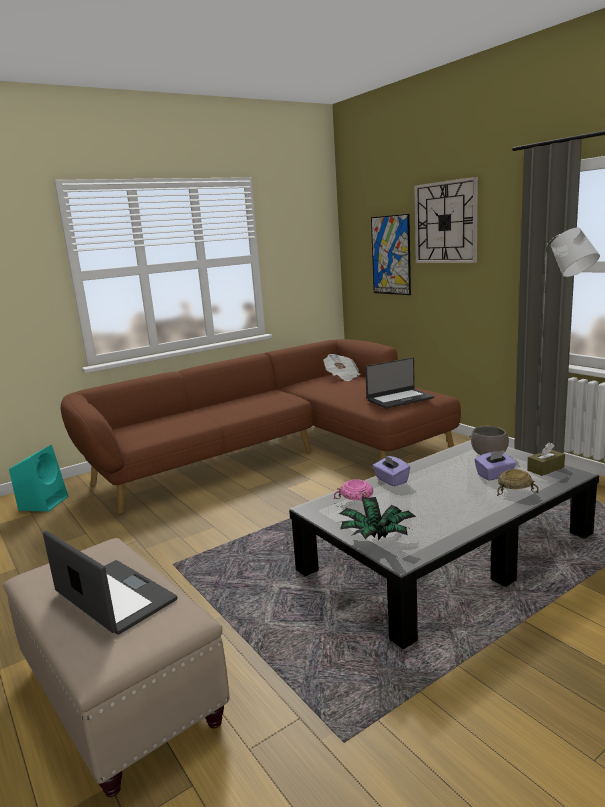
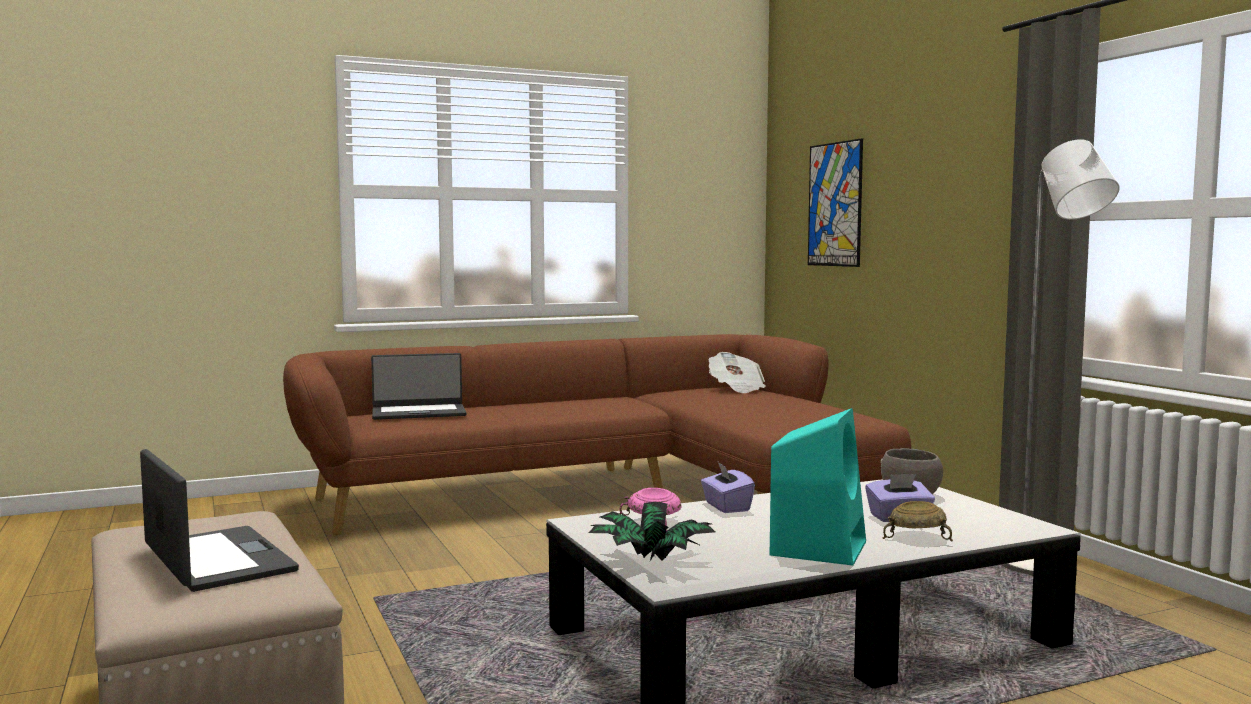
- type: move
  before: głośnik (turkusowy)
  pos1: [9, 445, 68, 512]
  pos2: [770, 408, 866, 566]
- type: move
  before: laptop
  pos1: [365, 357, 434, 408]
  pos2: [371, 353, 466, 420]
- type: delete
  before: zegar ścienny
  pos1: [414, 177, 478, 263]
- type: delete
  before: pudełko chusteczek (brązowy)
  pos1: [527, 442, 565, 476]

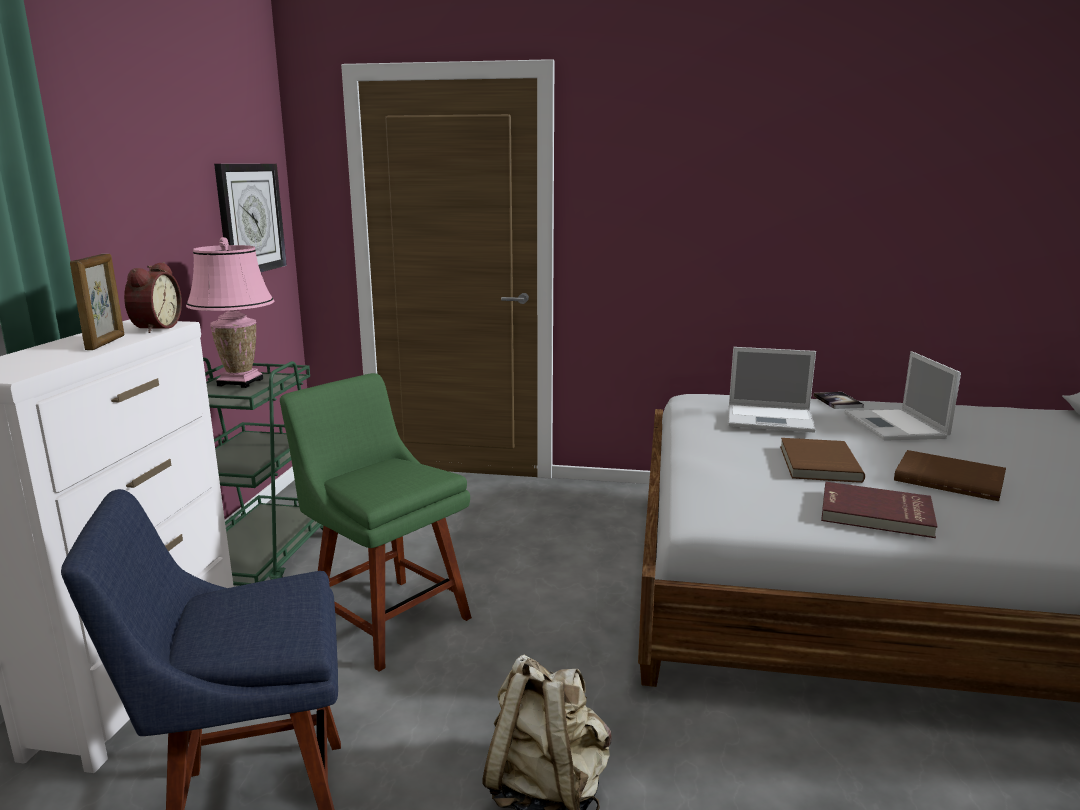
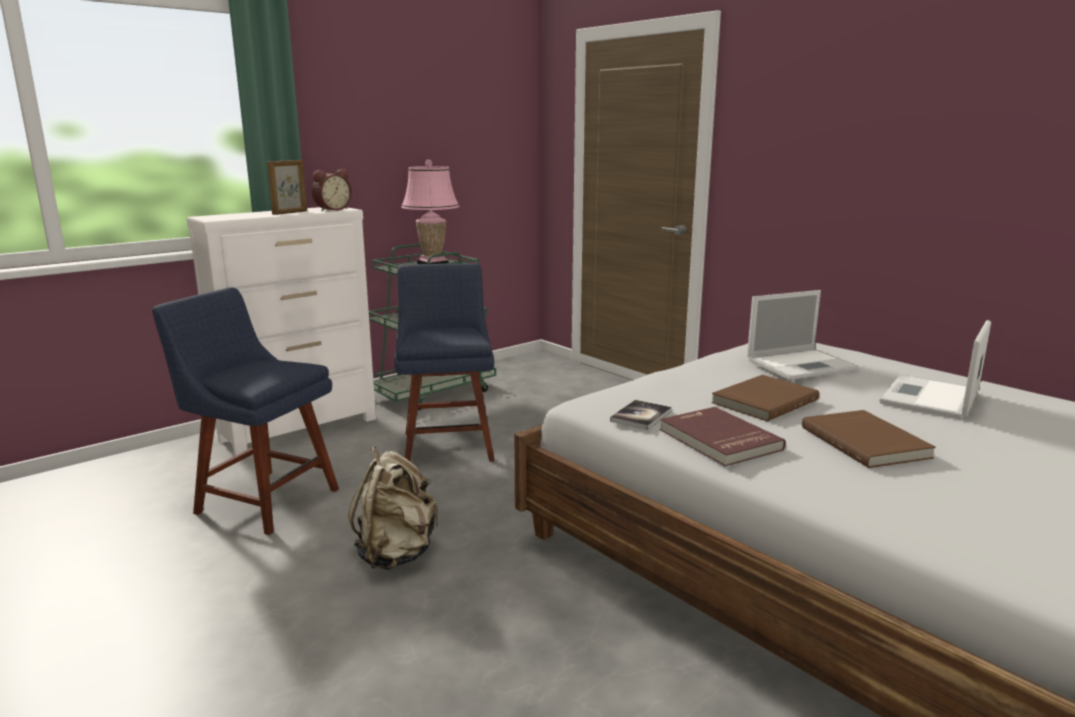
- type: delete
  before: zegar ścienny
  pos1: [214, 164, 287, 272]
- type: recolor
  before: krzesło (zielony)
  after: krzesło (niebieski)
  pos1: [280, 373, 472, 672]
  pos2: [394, 263, 495, 462]
- type: rotate
  before: laptop
  pos1: [728, 347, 816, 433]
  pos2: [747, 290, 859, 380]
  turn: -75
- type: move
  before: książka
  pos1: [813, 392, 864, 409]
  pos2: [610, 400, 672, 430]

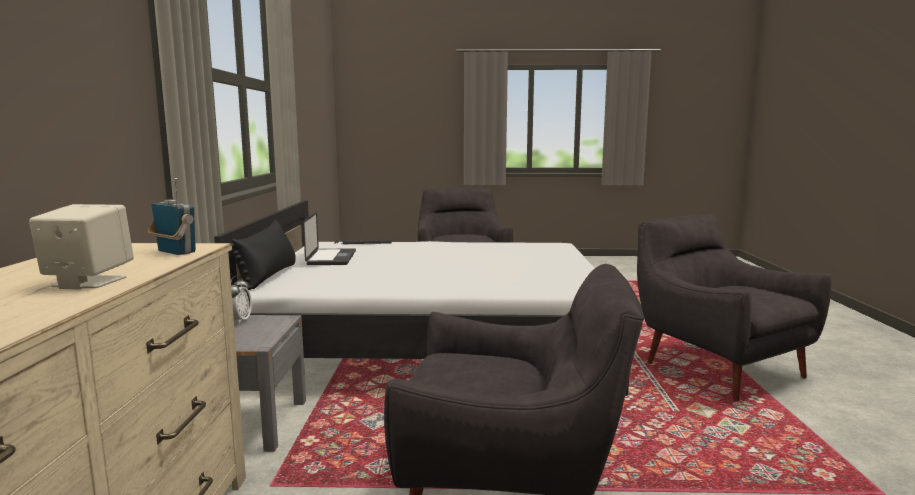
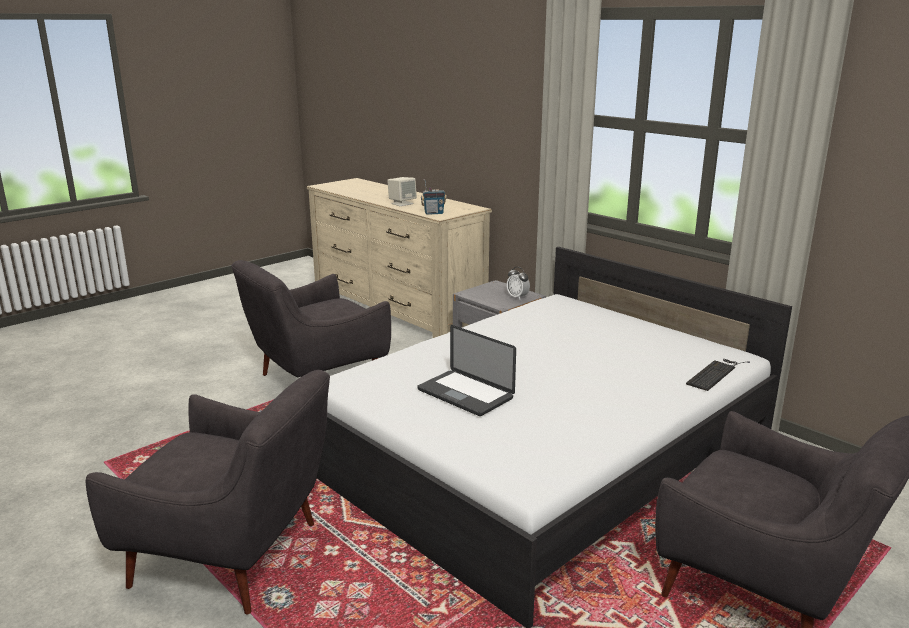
- type: delete
  before: poduszka (czarny)
  pos1: [230, 220, 296, 290]
- type: move
  before: laptop
  pos1: [303, 212, 356, 265]
  pos2: [417, 325, 516, 416]

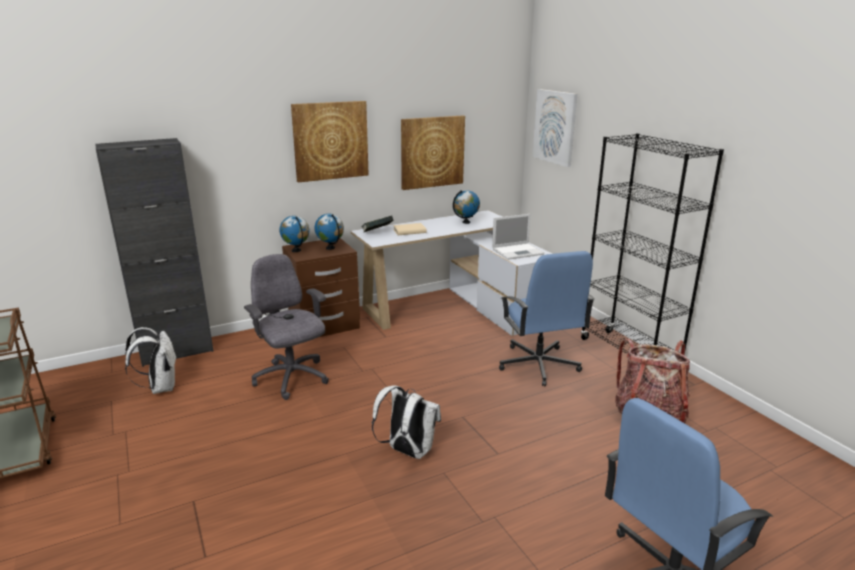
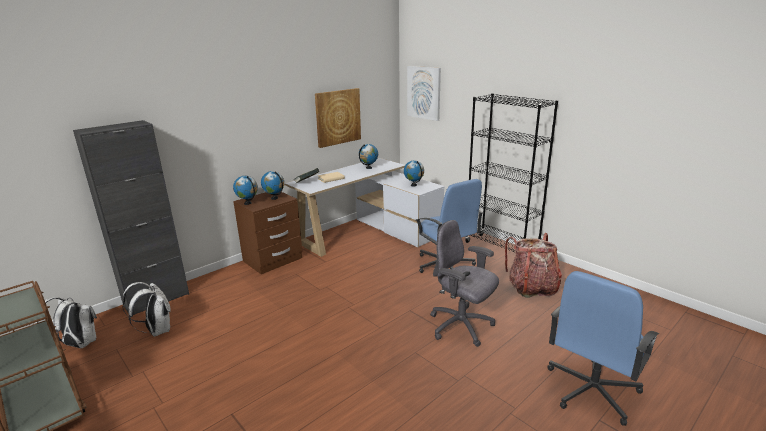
- type: move
  before: krzesło biurowe (szary)
  pos1: [244, 254, 329, 400]
  pos2: [430, 220, 499, 347]
- type: delete
  before: obraz
  pos1: [291, 101, 369, 182]
- type: move
  before: plecak (biały)
  pos1: [372, 385, 441, 459]
  pos2: [36, 297, 97, 348]
- type: replace
  before: laptop
  after: globus
  pos1: [492, 214, 545, 260]
  pos2: [404, 161, 424, 187]

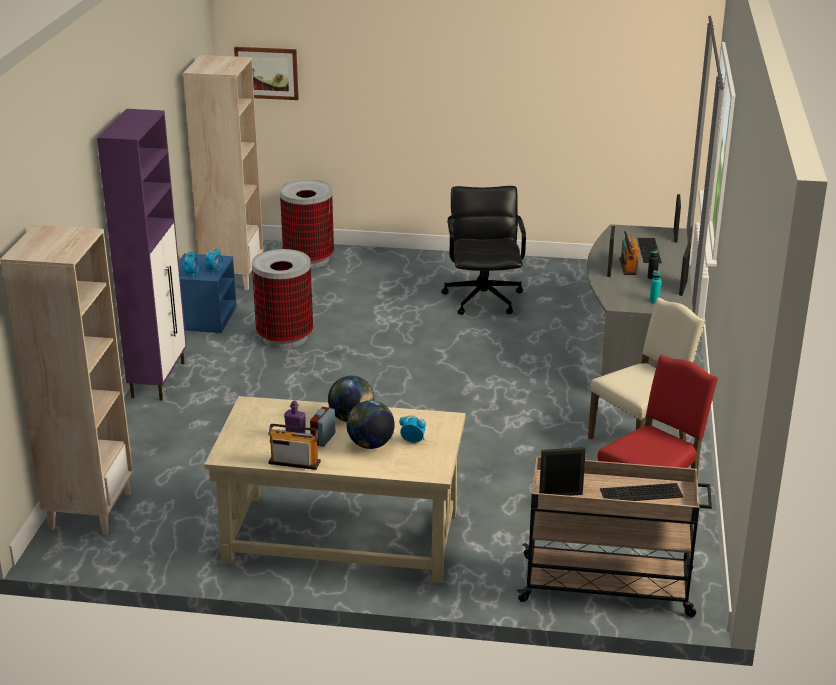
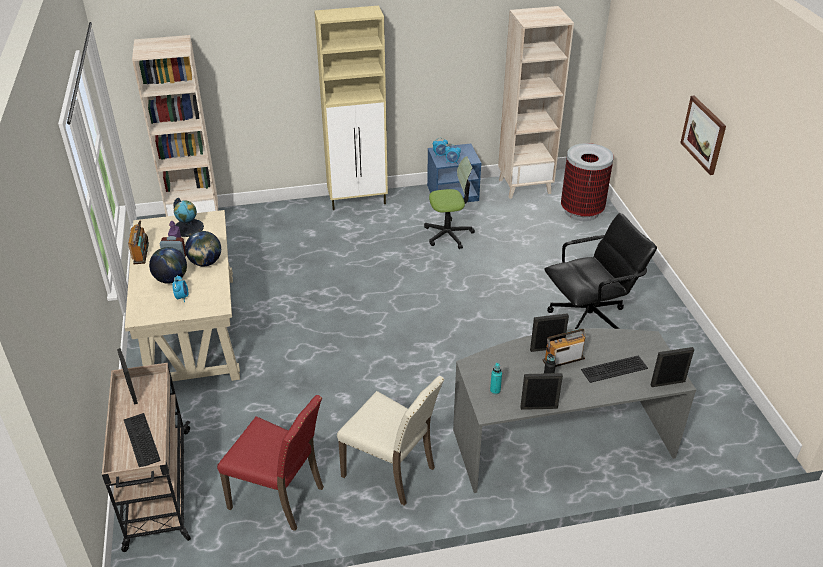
- type: recolor
  before: szafka (fioletowy)
  after: szafka (beżowy)
  pos1: [97, 109, 187, 400]
  pos2: [314, 6, 388, 210]
- type: move
  before: obraz
  pos1: [234, 47, 299, 100]
  pos2: [680, 96, 726, 175]
- type: replace
  before: kosz na śmieci
  after: krzesło biurowe
  pos1: [252, 249, 313, 349]
  pos2: [424, 156, 475, 249]
- type: insert
  after: globus
  pos2: [173, 198, 204, 237]

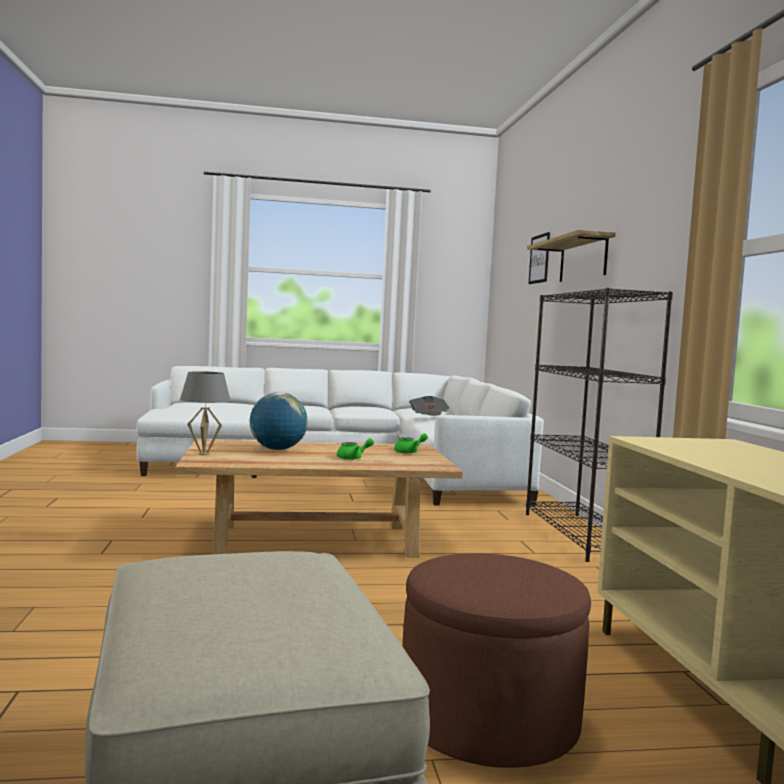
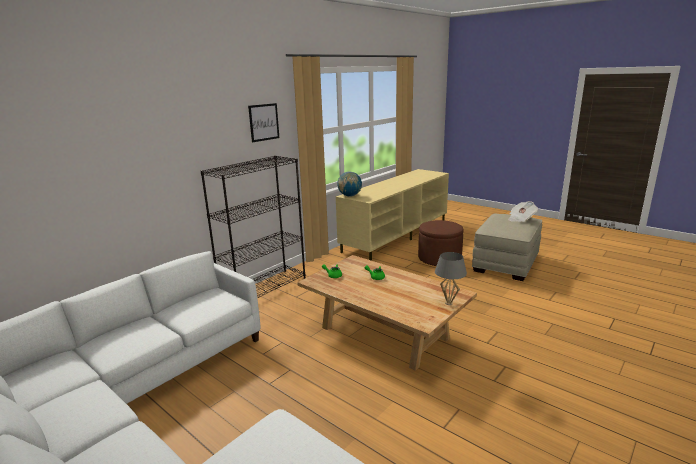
- type: move
  before: globus
  pos1: [250, 392, 308, 450]
  pos2: [337, 172, 362, 197]
- type: move
  before: gazeta
  pos1: [409, 396, 449, 416]
  pos2: [508, 201, 538, 222]
- type: delete
  before: półka
  pos1: [527, 230, 616, 282]
- type: move
  before: obraz
  pos1: [529, 232, 550, 284]
  pos2: [248, 103, 279, 142]

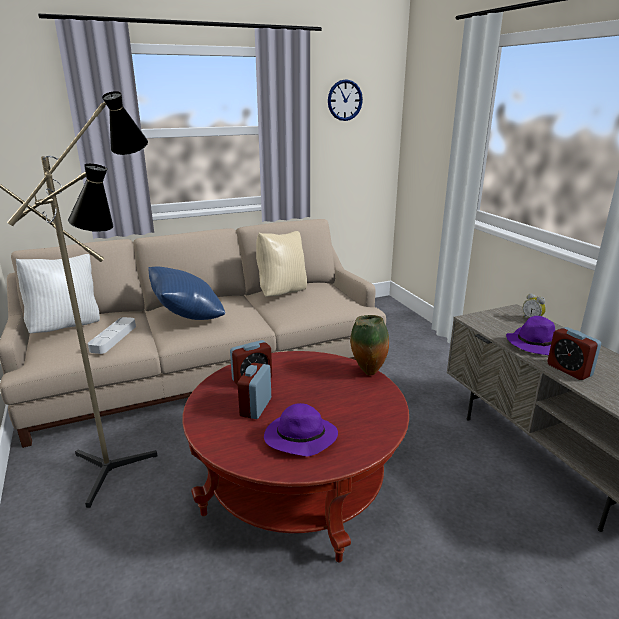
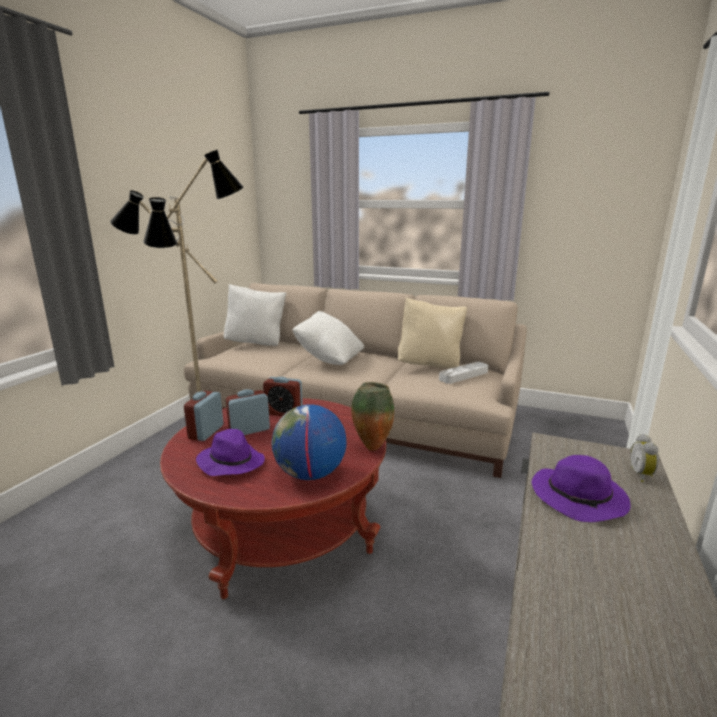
- type: move
  before: taca (szary)
  pos1: [88, 317, 136, 354]
  pos2: [439, 362, 488, 384]
- type: recolor
  before: poduszka (niebieski)
  after: poduszka (biały)
  pos1: [148, 267, 225, 320]
  pos2: [292, 311, 364, 365]
- type: delete
  before: zegar ścienny
  pos1: [328, 79, 363, 121]
- type: move
  before: budzik
  pos1: [547, 327, 601, 380]
  pos2: [184, 391, 223, 441]
- type: insert
  after: globus
  pos2: [272, 404, 347, 480]

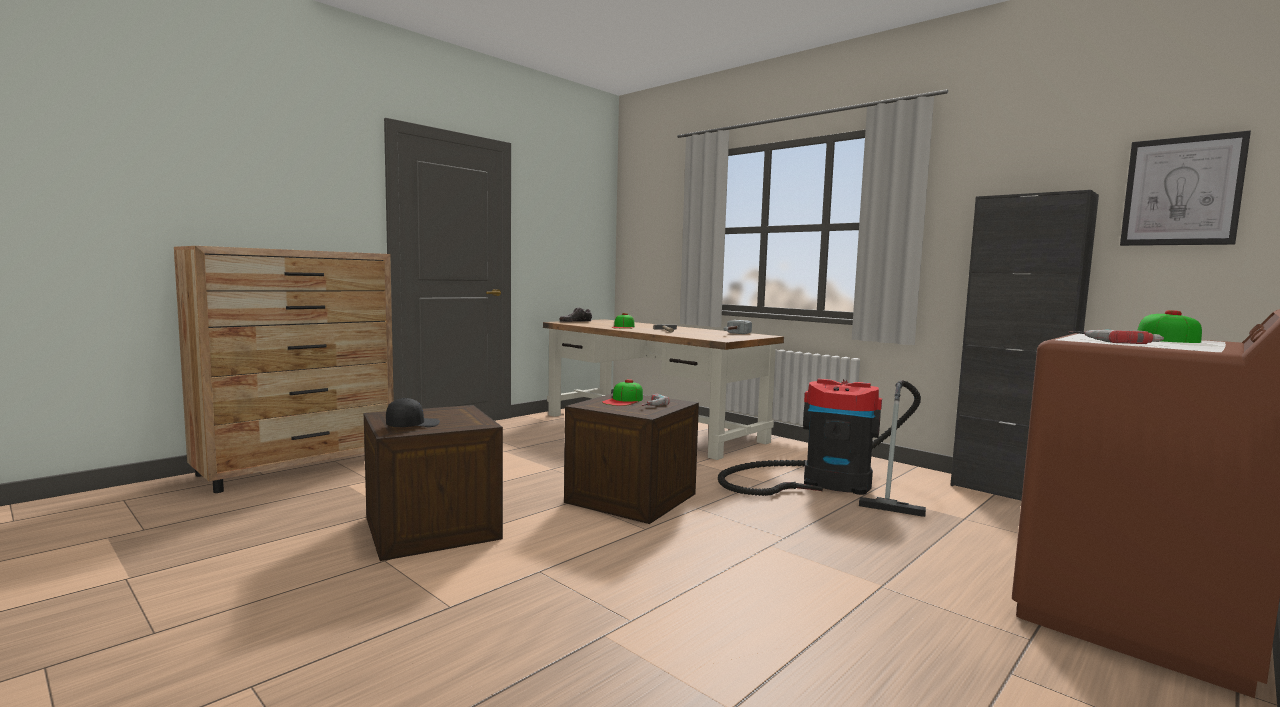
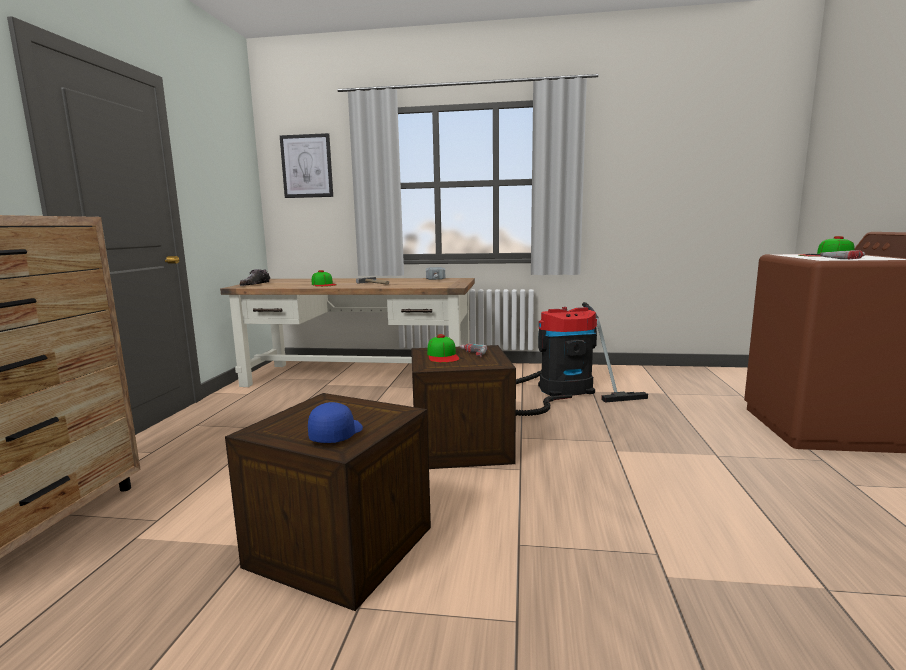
- type: recolor
  before: czapka z daszkiem (czarny)
  after: czapka z daszkiem (niebieski)
  pos1: [386, 398, 440, 427]
  pos2: [308, 402, 363, 443]
- type: delete
  before: szafka (czarny)
  pos1: [950, 190, 1099, 501]
- type: move
  before: obraz
  pos1: [1120, 130, 1251, 246]
  pos2: [280, 133, 333, 198]

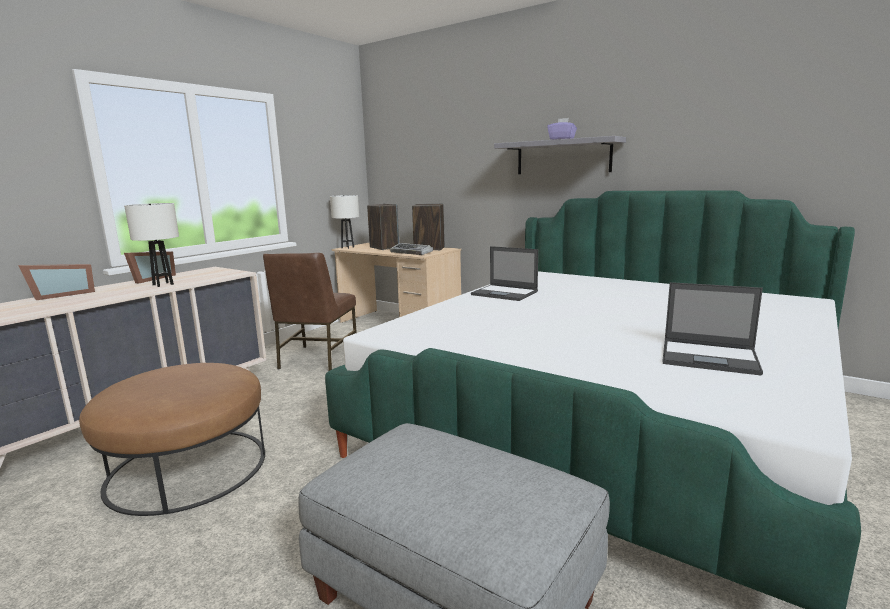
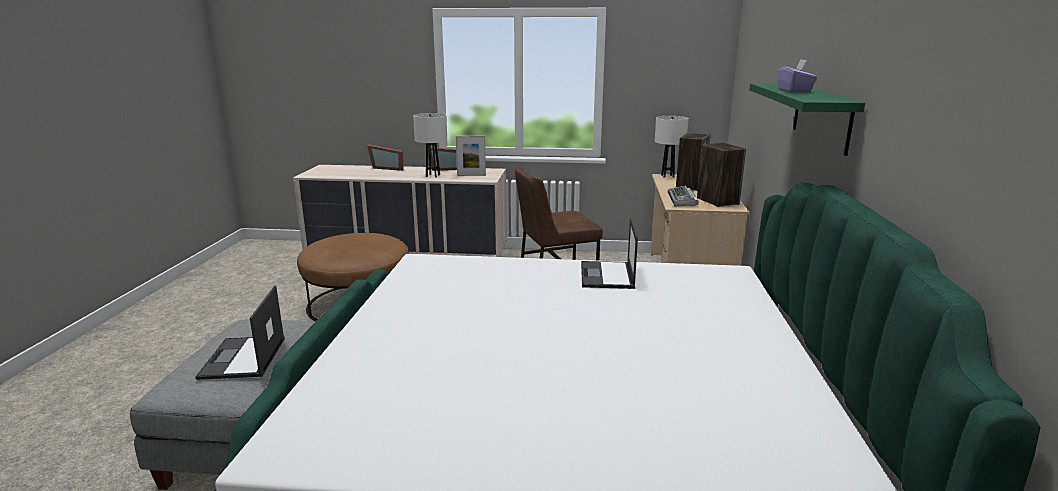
- type: recolor
  before: półka (szary)
  after: półka (zielony)
  pos1: [494, 136, 626, 174]
  pos2: [749, 83, 865, 156]
- type: move
  before: laptop
  pos1: [662, 282, 763, 376]
  pos2: [195, 285, 285, 380]
- type: insert
  after: ramka na zdjęcie
  pos2: [456, 136, 486, 176]

